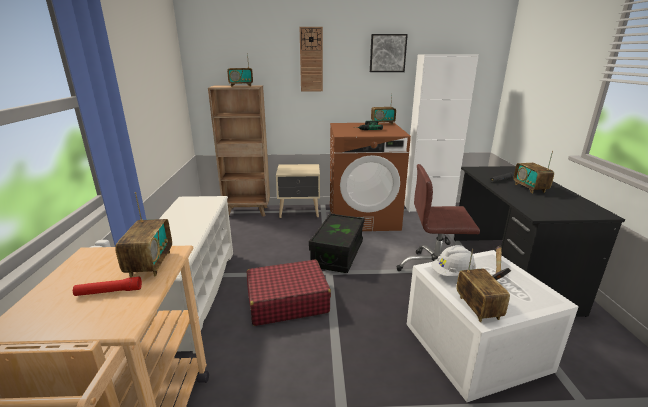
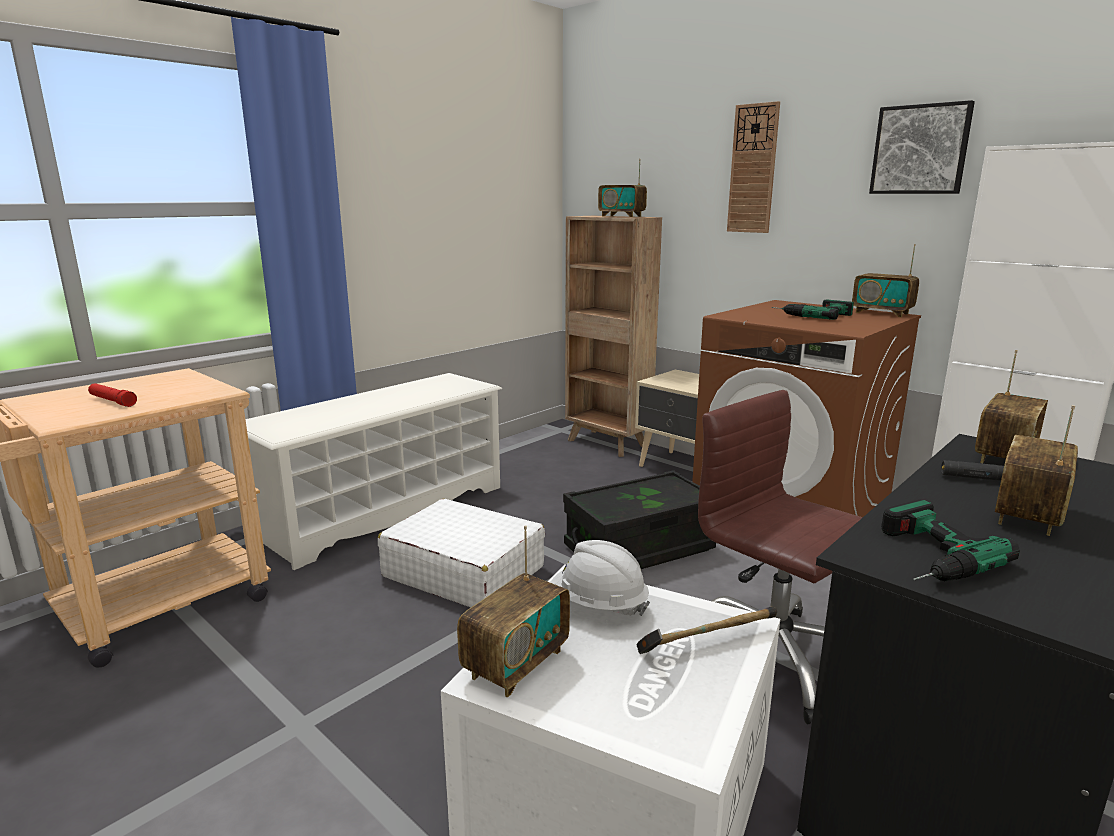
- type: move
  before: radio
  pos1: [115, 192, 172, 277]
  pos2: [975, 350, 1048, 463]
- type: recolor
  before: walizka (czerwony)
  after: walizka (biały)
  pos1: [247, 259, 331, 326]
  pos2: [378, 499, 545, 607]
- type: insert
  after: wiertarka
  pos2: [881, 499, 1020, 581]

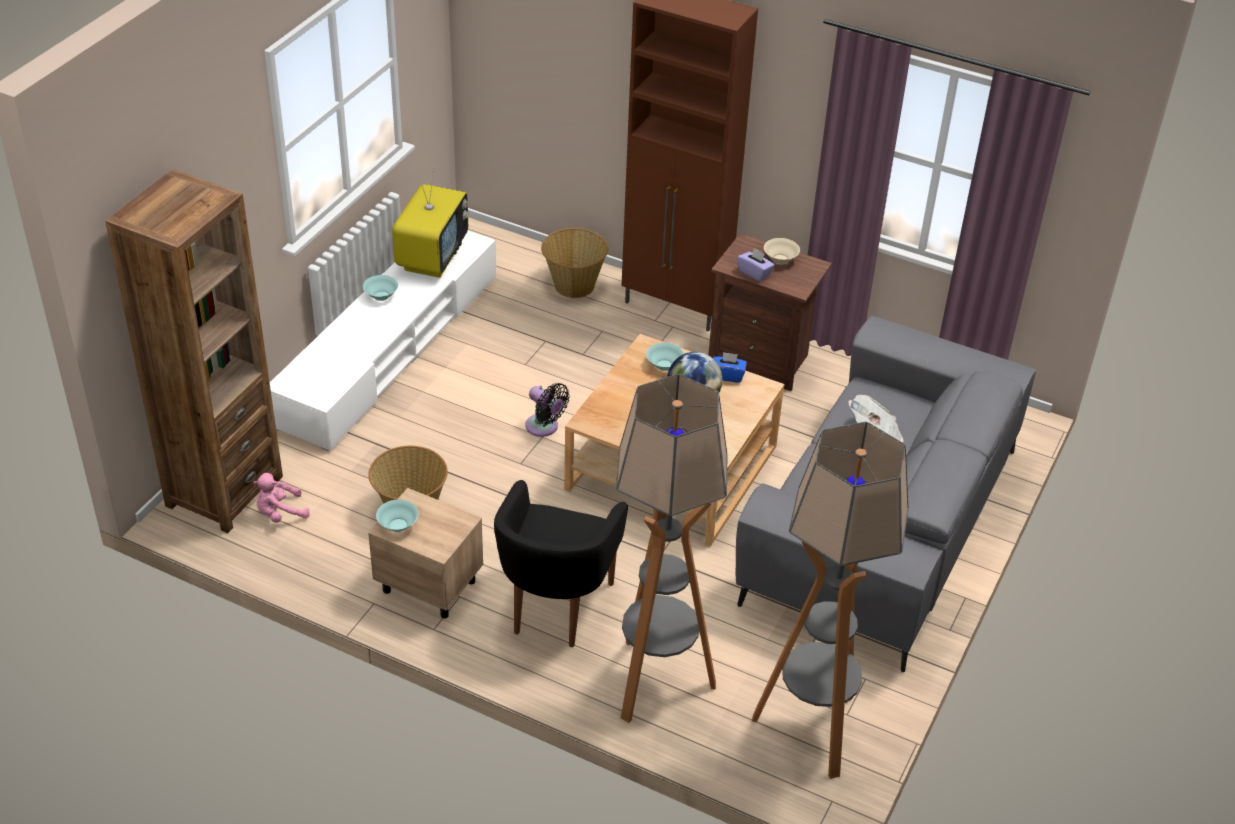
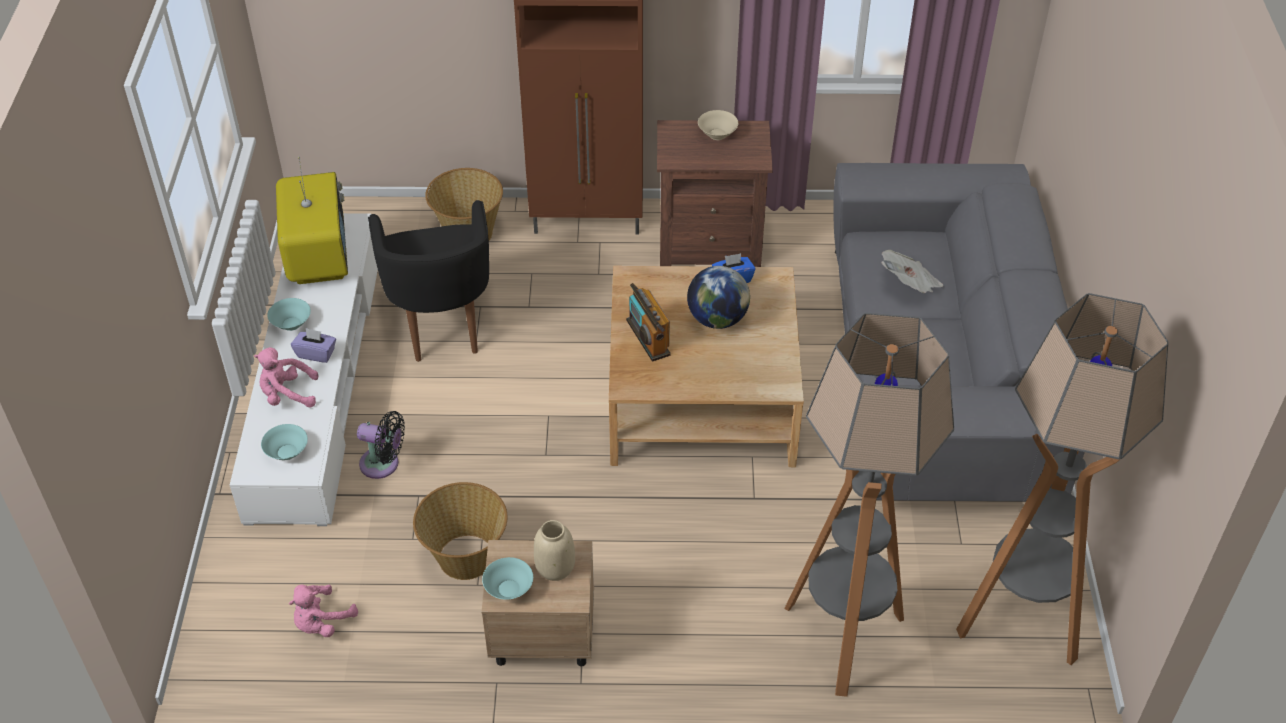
- type: delete
  before: regał (brązowy)
  pos1: [105, 169, 283, 533]
- type: move
  before: fotel (czarny)
  pos1: [494, 480, 628, 647]
  pos2: [368, 200, 489, 362]
- type: move
  before: wentylator (czarny)
  pos1: [525, 383, 570, 437]
  pos2: [357, 411, 405, 479]
- type: move
  before: miska (turkusowy)
  pos1: [646, 343, 684, 371]
  pos2: [261, 424, 308, 460]
- type: move
  before: pudełko chusteczek (fioletowy)
  pos1: [737, 248, 775, 282]
  pos2: [291, 328, 336, 363]
- type: insert
  after: pluszak (różowy)
  pos2: [254, 347, 319, 407]
- type: insert
  after: wazon (beżowy)
  pos2: [534, 520, 575, 581]
- type: insert
  after: radio
  pos2: [626, 283, 671, 361]

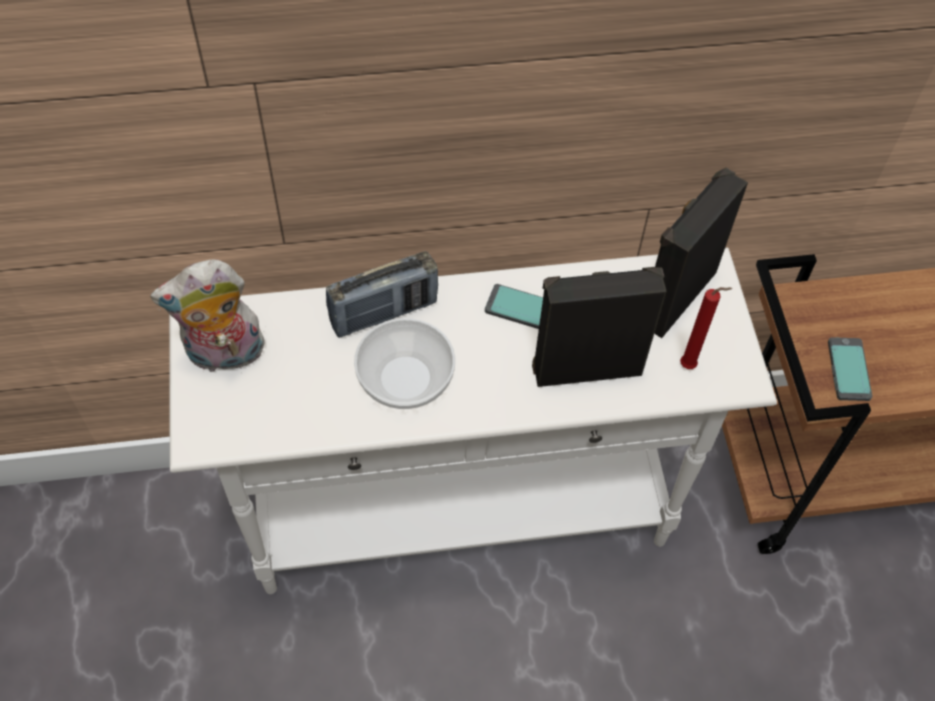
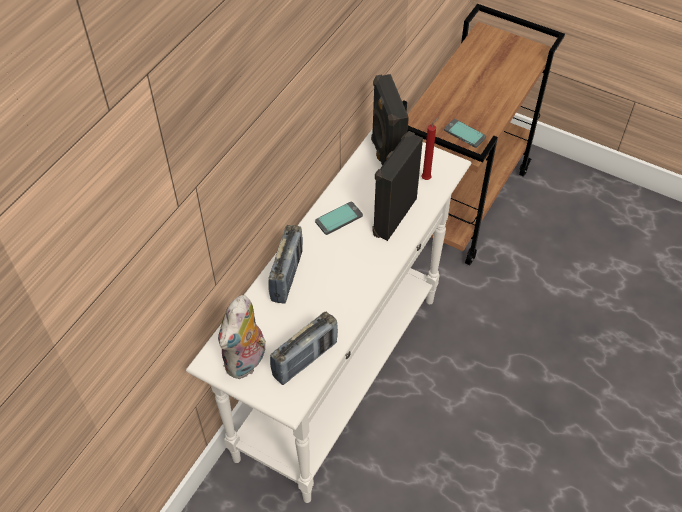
- type: delete
  before: miska
  pos1: [354, 318, 455, 409]
- type: insert
  after: radio
  pos2: [270, 311, 338, 385]

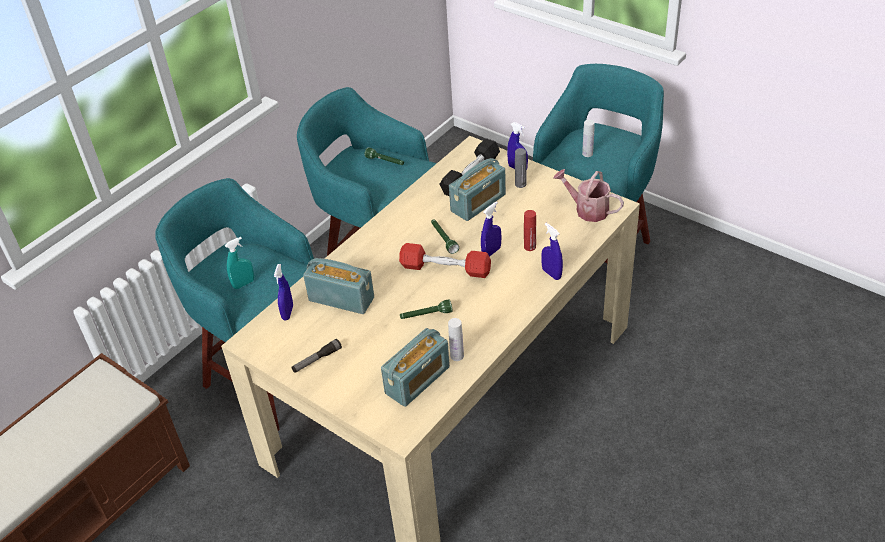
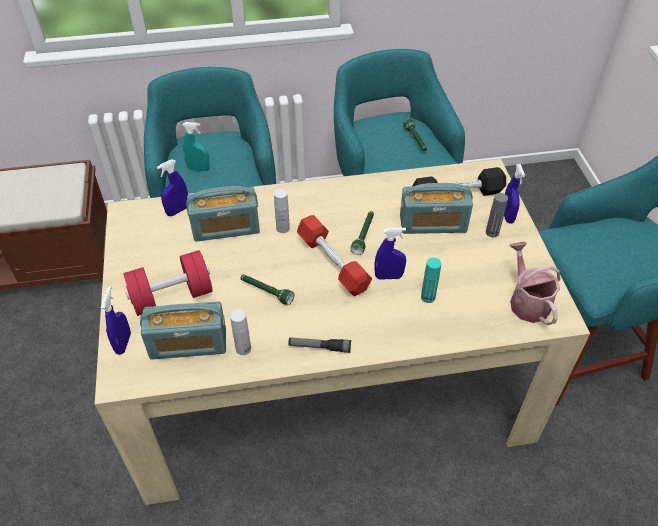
- type: move
  before: latarka
  pos1: [291, 339, 342, 373]
  pos2: [288, 338, 351, 353]
- type: rotate
  before: radio
  pos1: [303, 258, 374, 314]
  pos2: [186, 186, 260, 242]
  turn: 105
- type: recolor
  before: butelka (czerwony)
  after: butelka (turkusowy)
  pos1: [524, 210, 536, 251]
  pos2: [421, 258, 441, 303]
- type: move
  before: spryskiwacz (niebieski)
  pos1: [541, 223, 563, 280]
  pos2: [101, 287, 131, 355]
- type: move
  before: butelka (biały)
  pos1: [582, 119, 595, 157]
  pos2: [274, 189, 290, 233]
- type: insert
  after: hantel (czerwony)
  pos2: [123, 250, 213, 316]

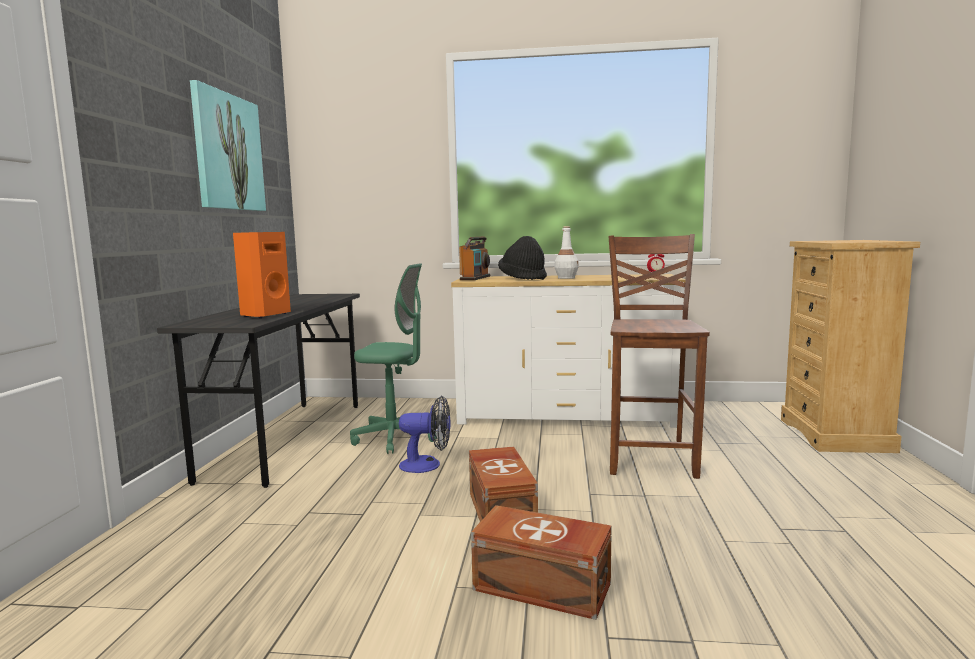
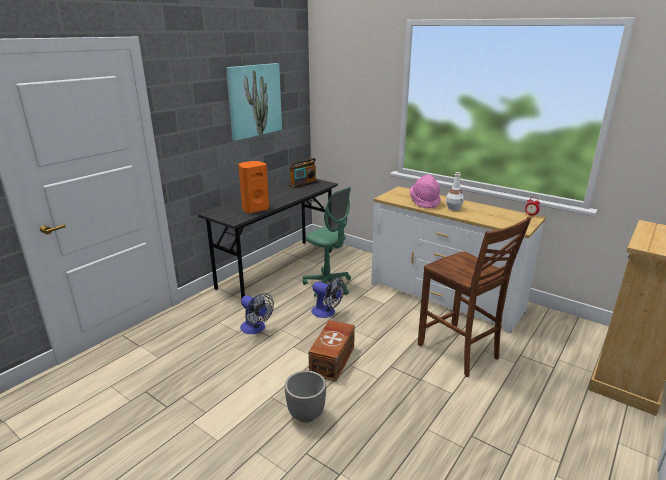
- type: move
  before: radio
  pos1: [459, 237, 490, 280]
  pos2: [288, 158, 318, 188]
- type: replace
  before: pojemnik do przechowywania (brązowy)
  after: donica
  pos1: [471, 505, 611, 620]
  pos2: [285, 371, 326, 422]
- type: recolor
  before: kapelusz (czarny)
  after: kapelusz (różowy)
  pos1: [498, 236, 547, 280]
  pos2: [410, 175, 441, 208]
- type: rotate
  before: krzesło (brązowy)
  pos1: [609, 234, 710, 479]
  pos2: [418, 217, 531, 377]
  turn: 105
- type: insert
  after: wentylator
  pos2: [240, 293, 274, 334]

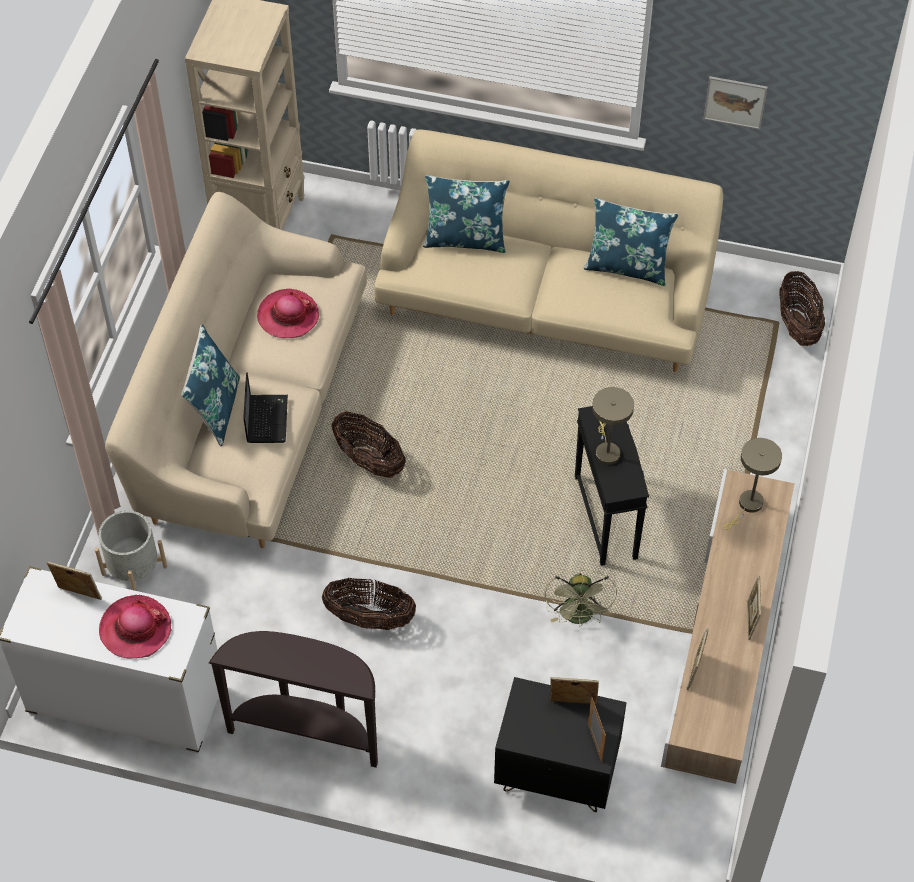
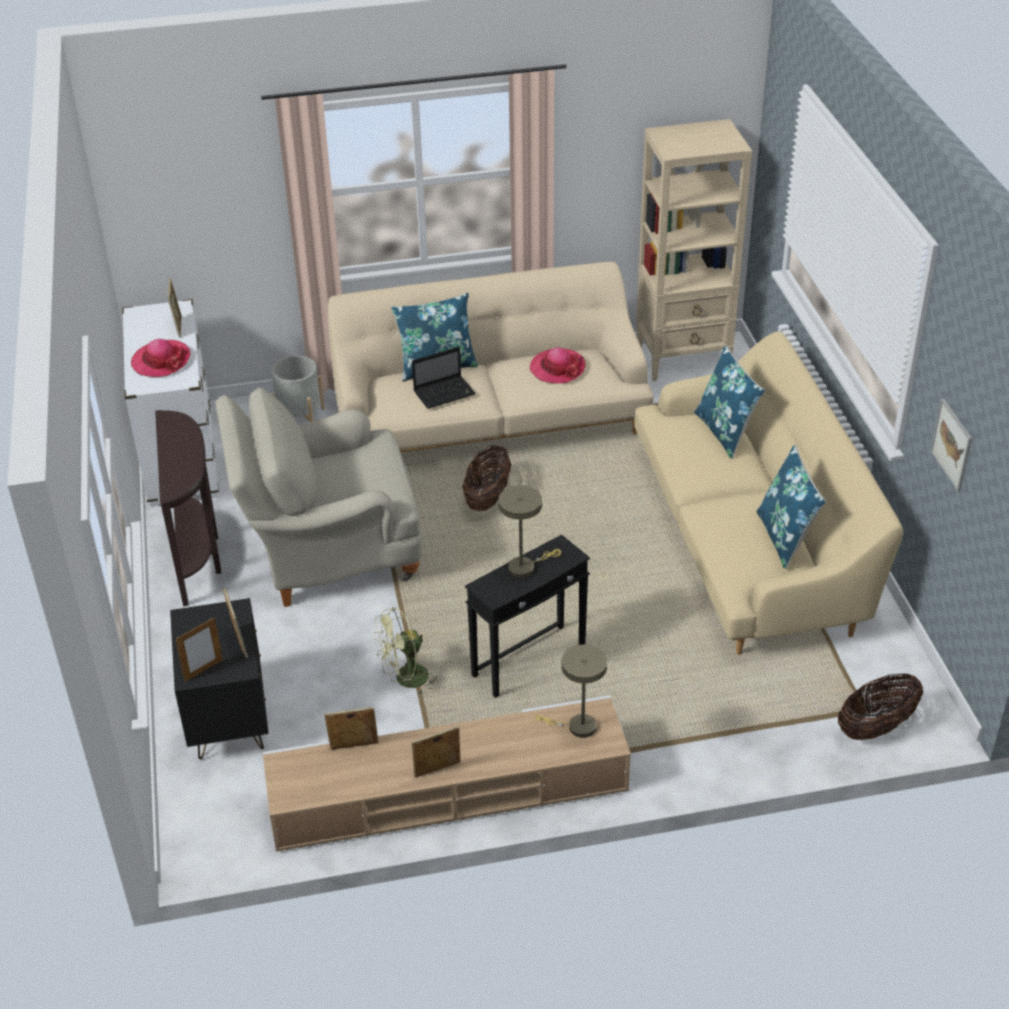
- type: replace
  before: koszyk
  after: fotel (beżowy)
  pos1: [322, 578, 416, 630]
  pos2: [215, 387, 422, 607]

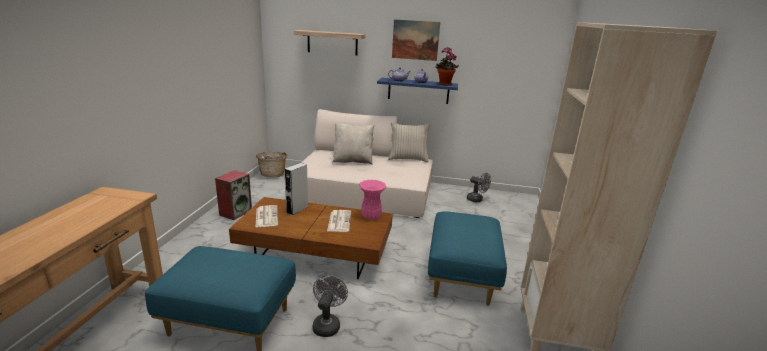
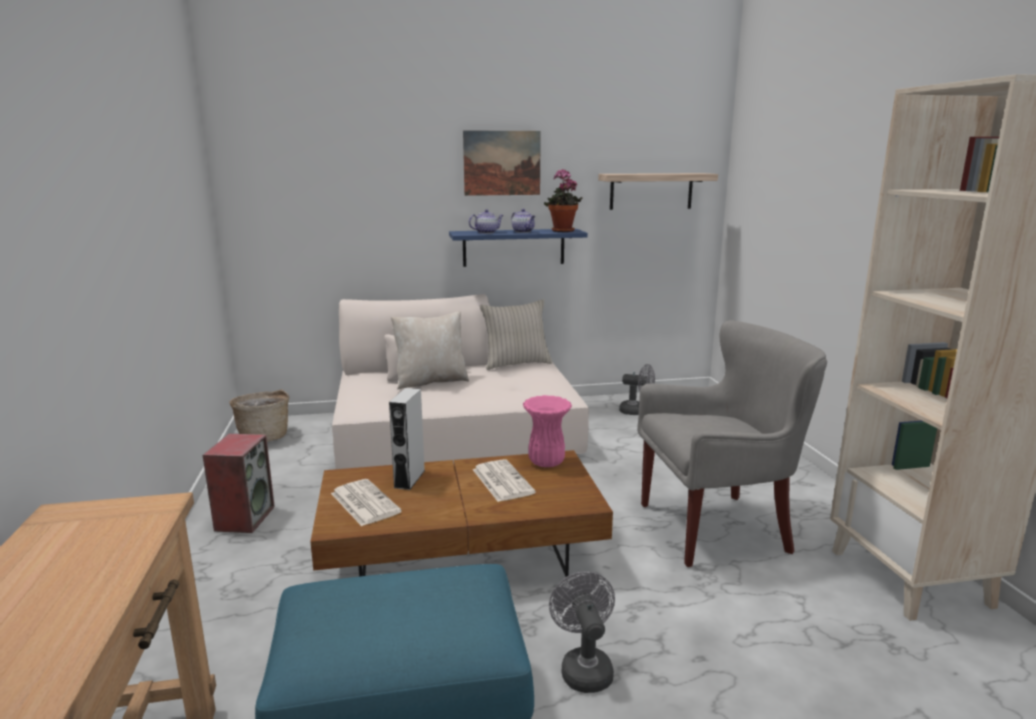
- type: move
  before: półka
  pos1: [294, 30, 366, 56]
  pos2: [598, 173, 718, 210]
- type: replace
  before: pufa (niebieski)
  after: fotel (szary)
  pos1: [428, 211, 507, 306]
  pos2: [637, 320, 827, 567]

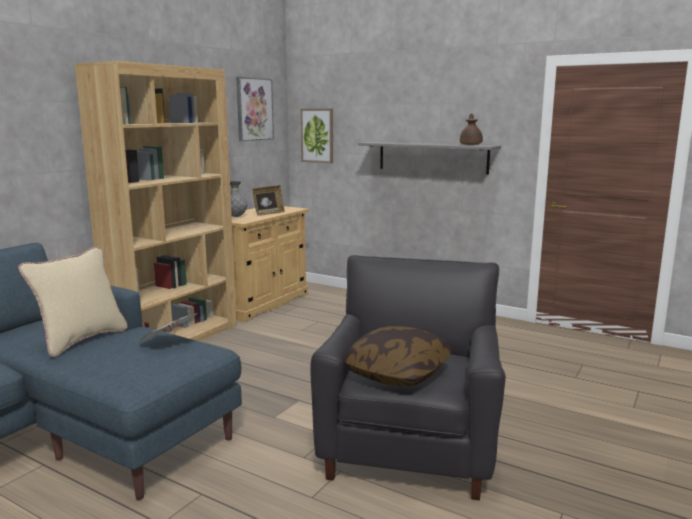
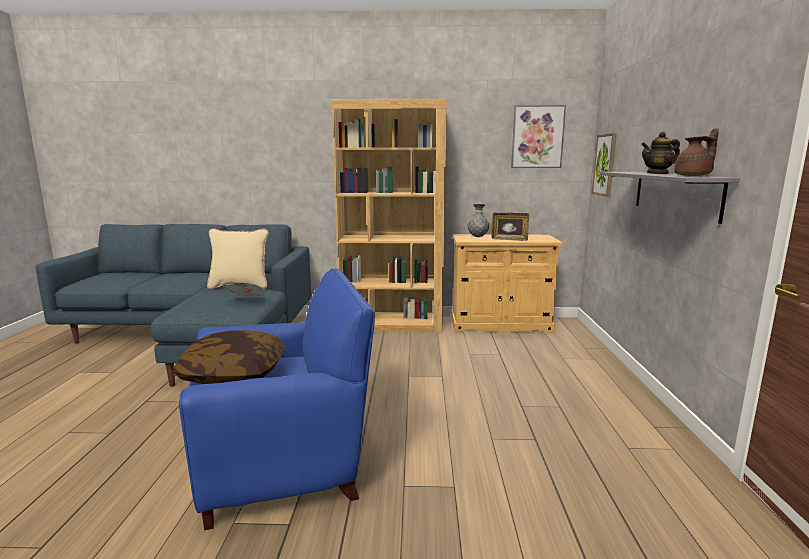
- type: recolor
  before: fotel (czarny)
  after: fotel (niebieski)
  pos1: [310, 255, 506, 500]
  pos2: [179, 268, 375, 530]
- type: insert
  after: imbryk
  pos2: [641, 132, 680, 174]

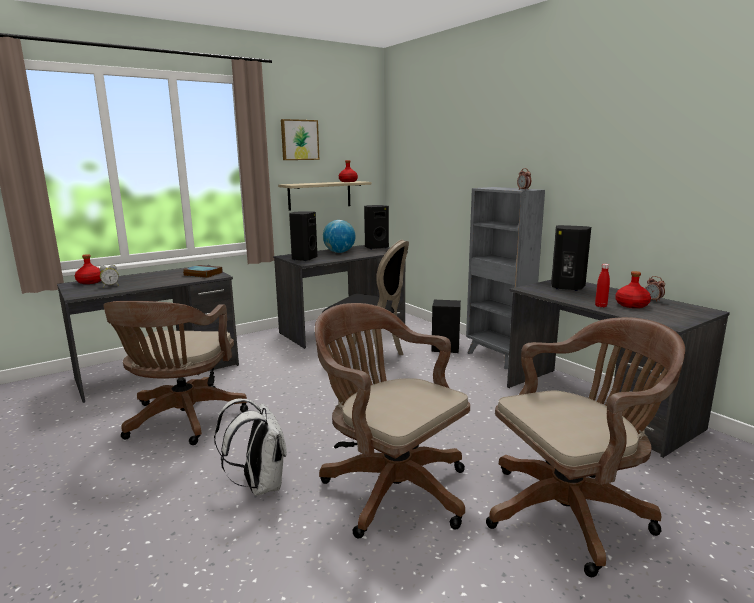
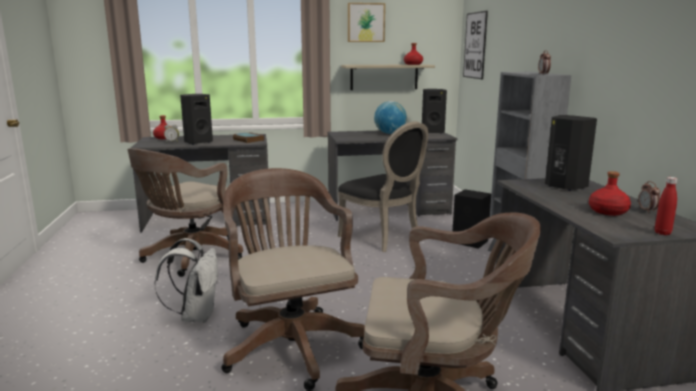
- type: move
  before: głośnik (czarny)
  pos1: [289, 211, 317, 261]
  pos2: [180, 94, 213, 145]
- type: move
  before: butelka (czerwony)
  pos1: [595, 264, 610, 307]
  pos2: [655, 177, 678, 235]
- type: insert
  after: obraz
  pos2: [463, 11, 488, 79]

